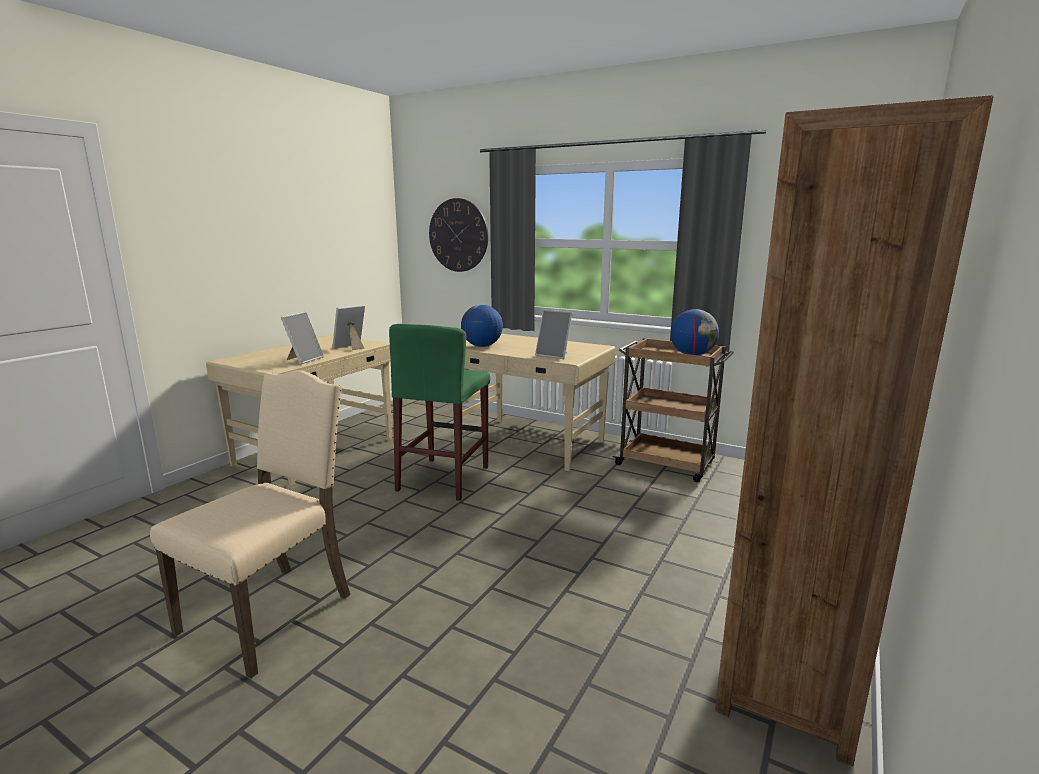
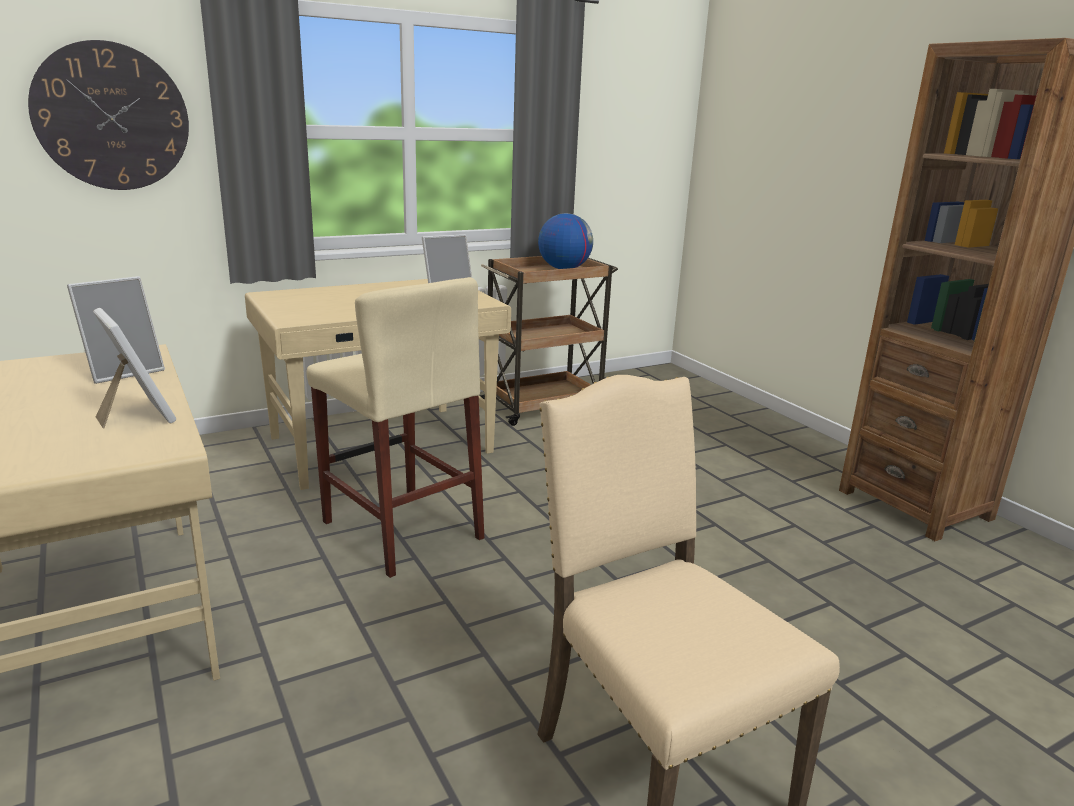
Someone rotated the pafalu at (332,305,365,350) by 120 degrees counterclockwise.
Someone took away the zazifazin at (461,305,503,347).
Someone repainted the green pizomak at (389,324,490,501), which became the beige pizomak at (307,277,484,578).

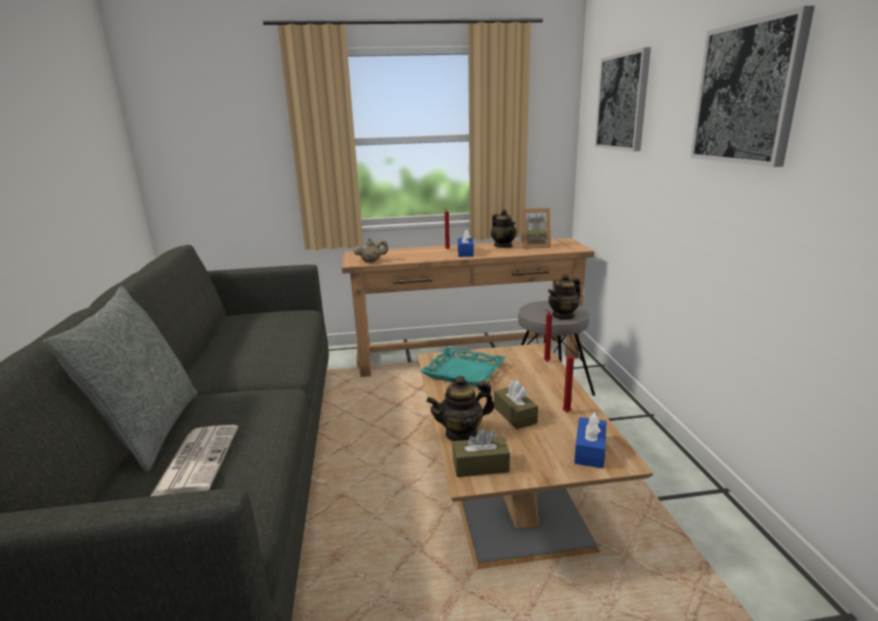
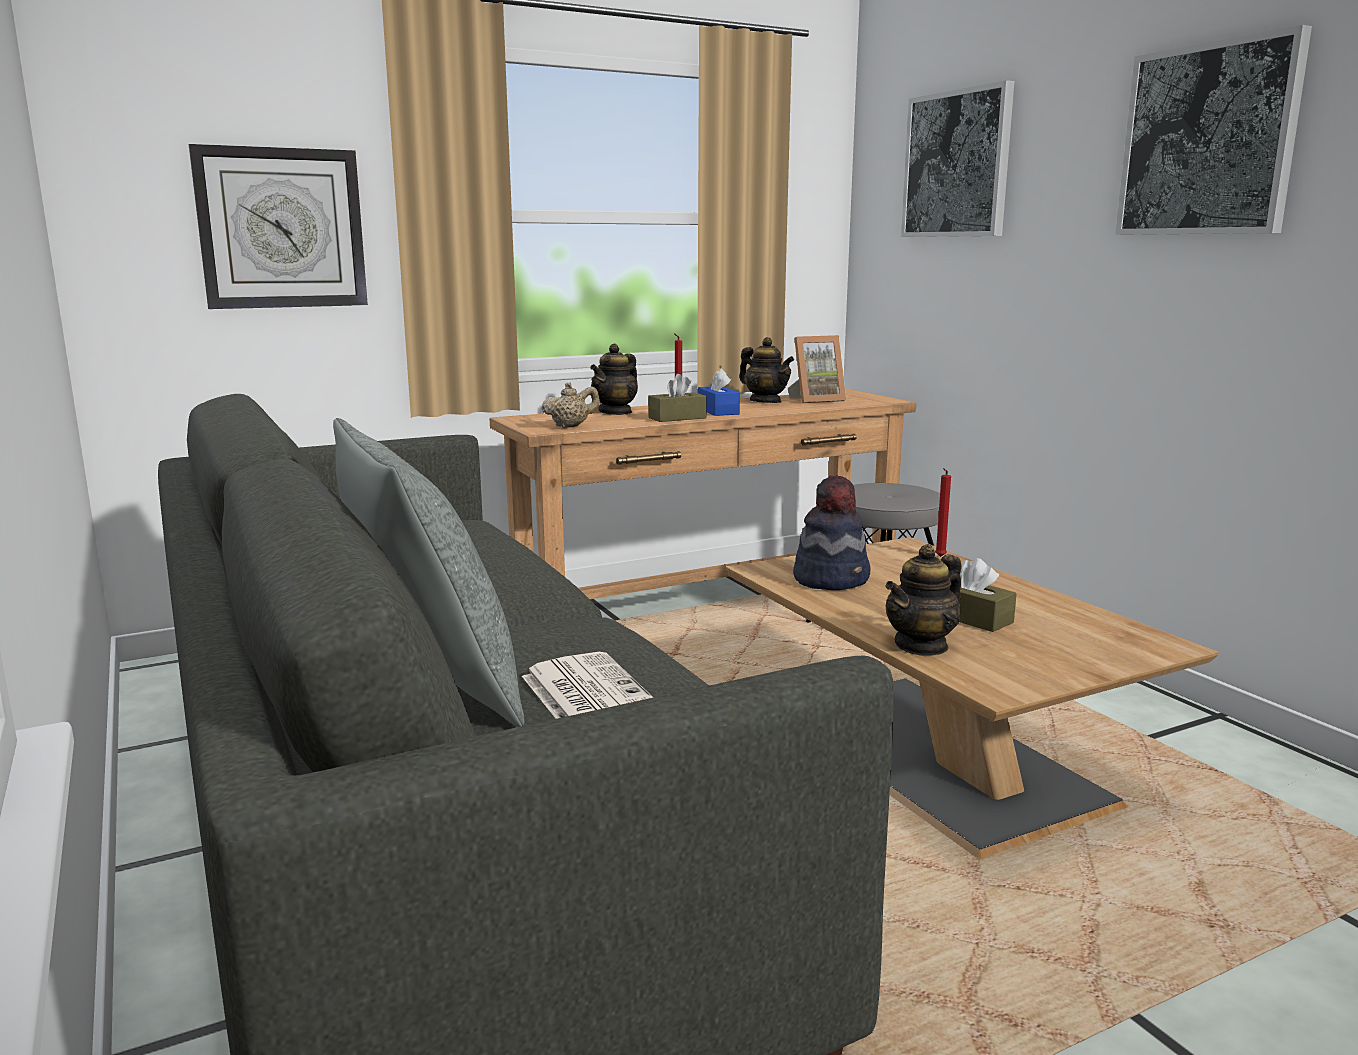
Someone carried the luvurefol from (548,274,580,320) to (590,343,638,415).
Someone swapped the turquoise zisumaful at (421,347,506,387) for the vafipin at (793,475,871,590).
Someone took away the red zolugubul at (563,347,574,412).
Someone took away the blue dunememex at (574,412,607,468).
Someone carried the brown dunememex from (452,429,510,477) to (648,374,707,422).
Someone put up the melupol at (189,144,368,309).

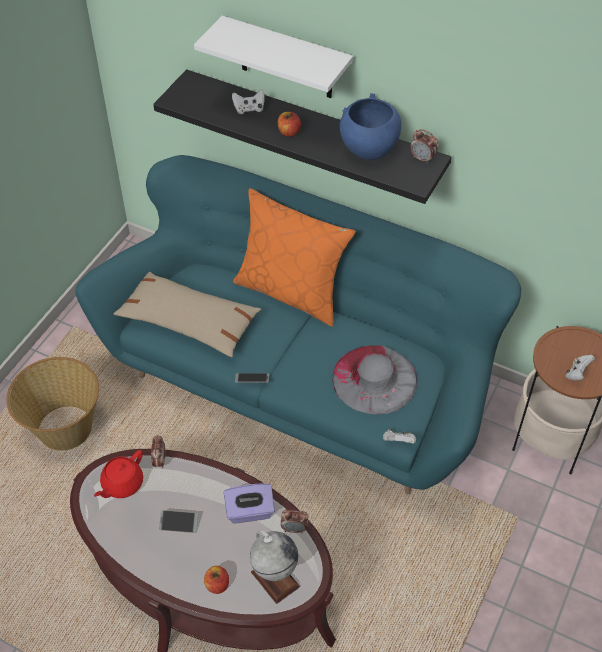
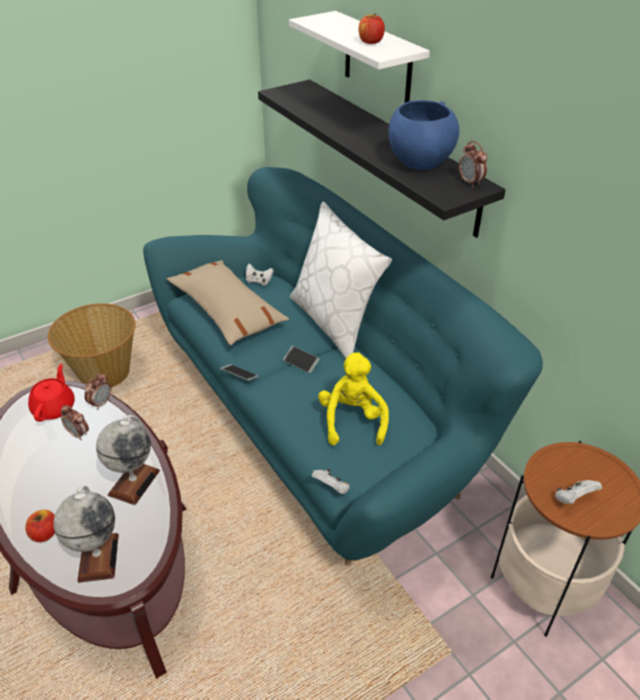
Someone carried the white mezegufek from (232,89,264,114) to (246,264,274,286).
Someone carried the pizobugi from (278,112,301,136) to (359,13,385,44).
Someone repainted the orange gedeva at (233,188,356,327), which became the white gedeva at (290,202,392,359).
Someone swapped the grey vafipin at (332,345,418,414) for the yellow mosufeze at (318,352,389,445).
Someone rotated the red luvurefol at (94,450,143,498) by 120 degrees clockwise.
Someone swapped the purple dunememex at (224,483,275,523) for the zazifazin at (96,415,160,505).
Someone carried the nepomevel from (159,510,198,533) to (283,346,320,373).
Someone carried the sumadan from (281,510,308,533) to (60,405,89,440).

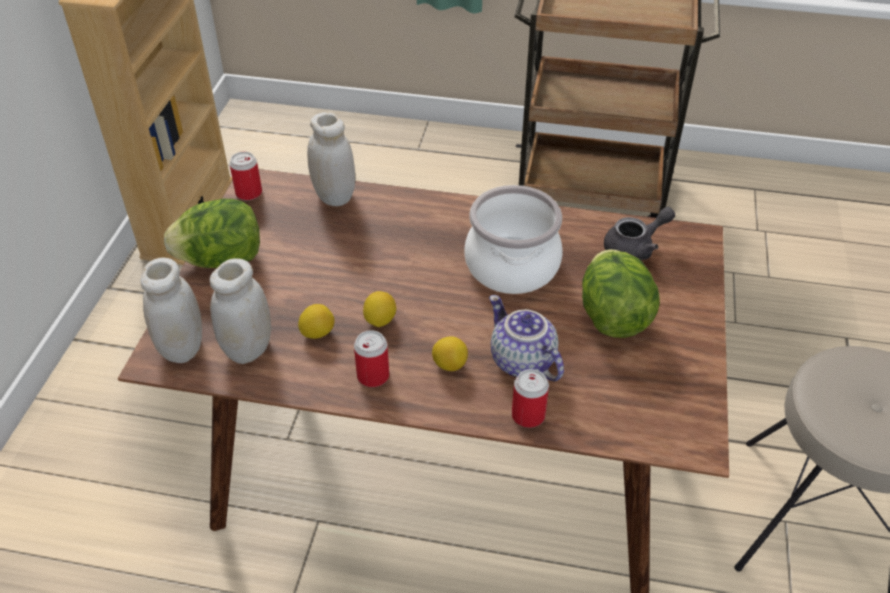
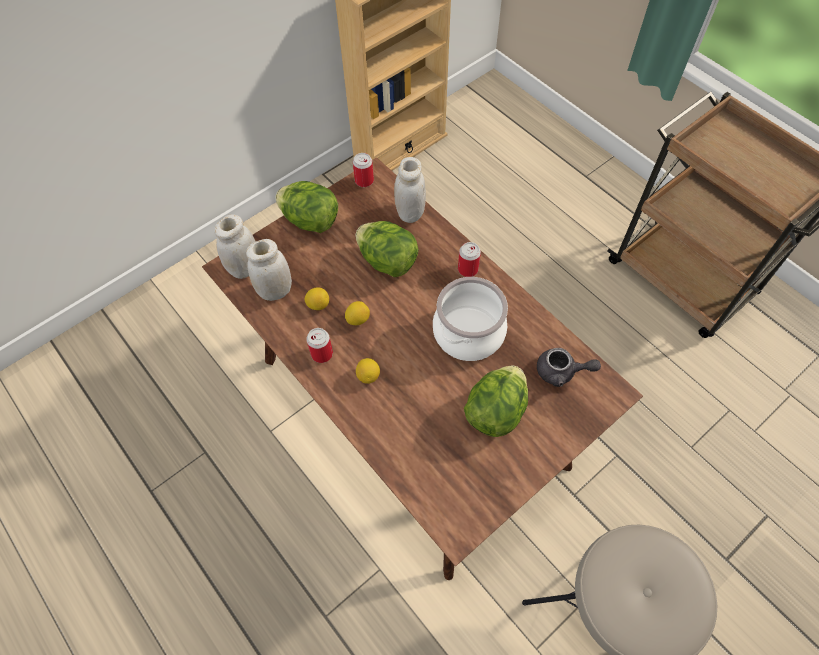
Someone took away the luvurefol at (489,295,564,381).
Someone carried the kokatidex from (512,369,549,428) to (458,242,481,277).
Someone put down the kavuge at (356,221,419,277).

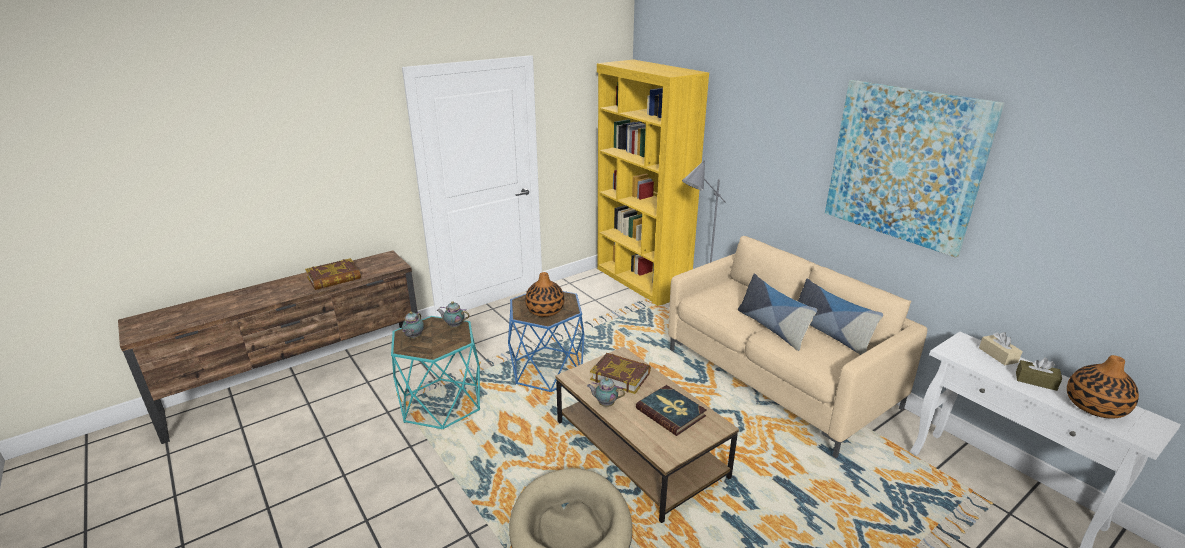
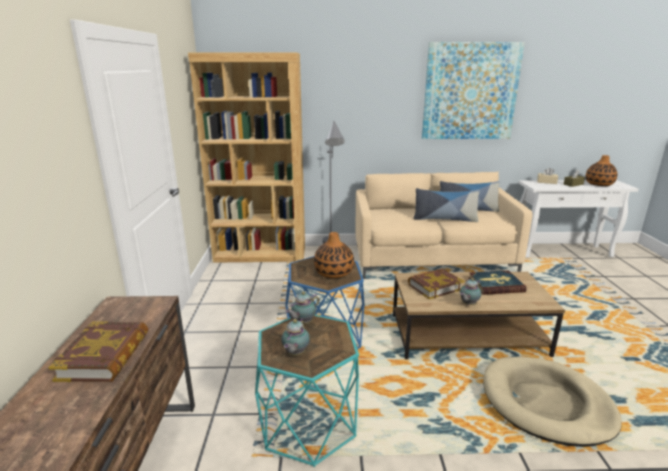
Someone repainted the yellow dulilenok at (597,60,709,306), which became the brown dulilenok at (188,53,305,263).
Someone rotated the luvurefol at (402,311,424,339) by 60 degrees clockwise.

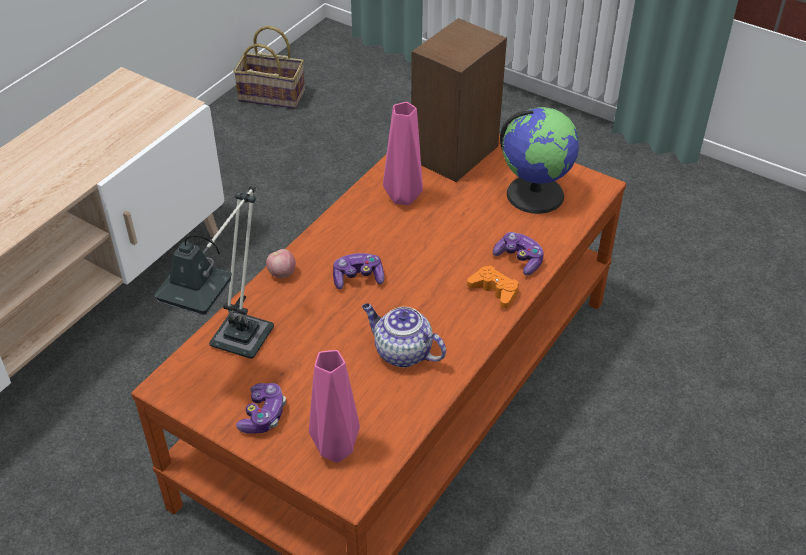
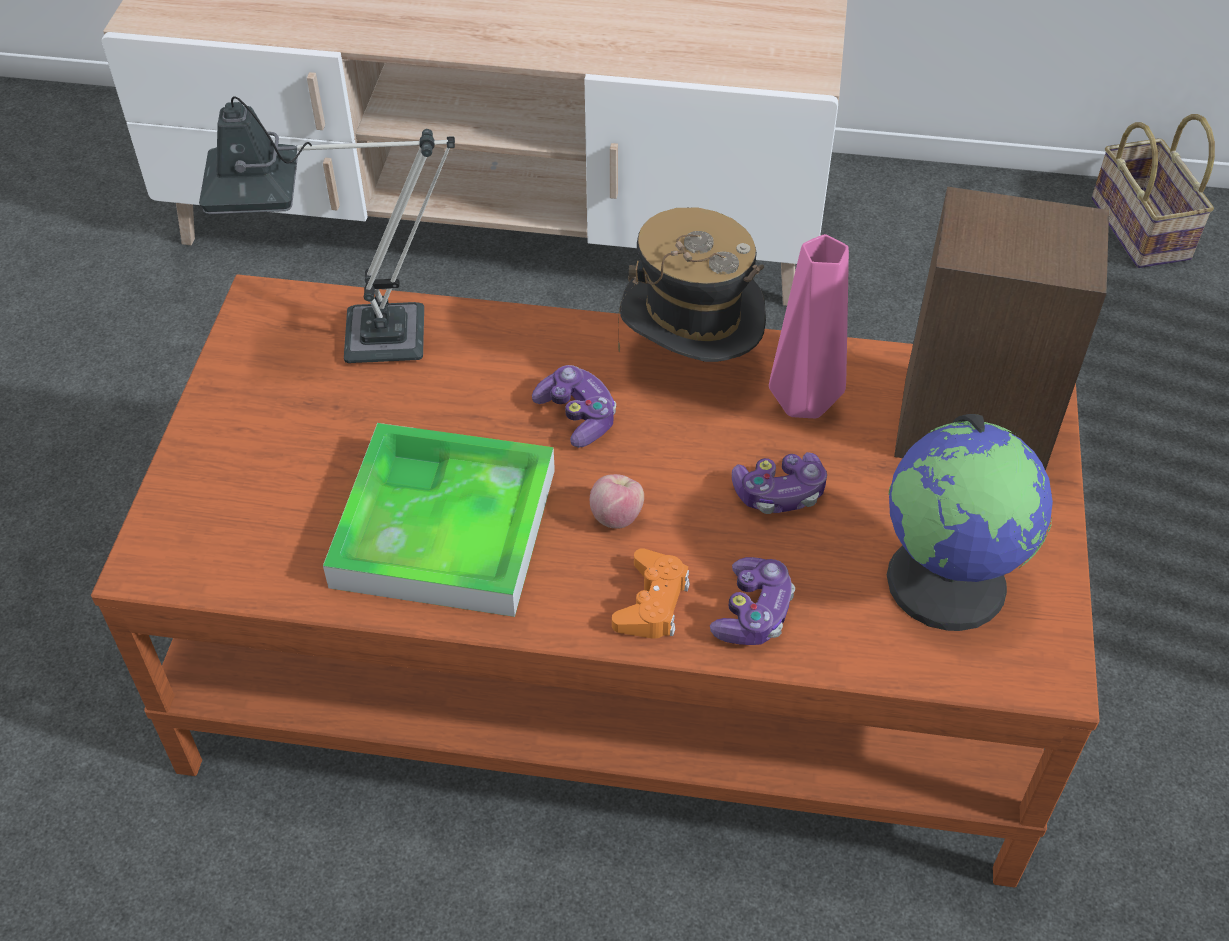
Someone carried the pizobugi from (266,249,296,278) to (590,474,644,529).
Someone swapped the luvurefol at (362,303,446,368) for the zisumaful at (323,423,555,617).
Someone took away the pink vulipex at (309,350,360,463).
Someone carried the mezegufek from (236,383,286,434) to (732,452,827,514).
Someone put down the vafipin at (618,208,766,362).

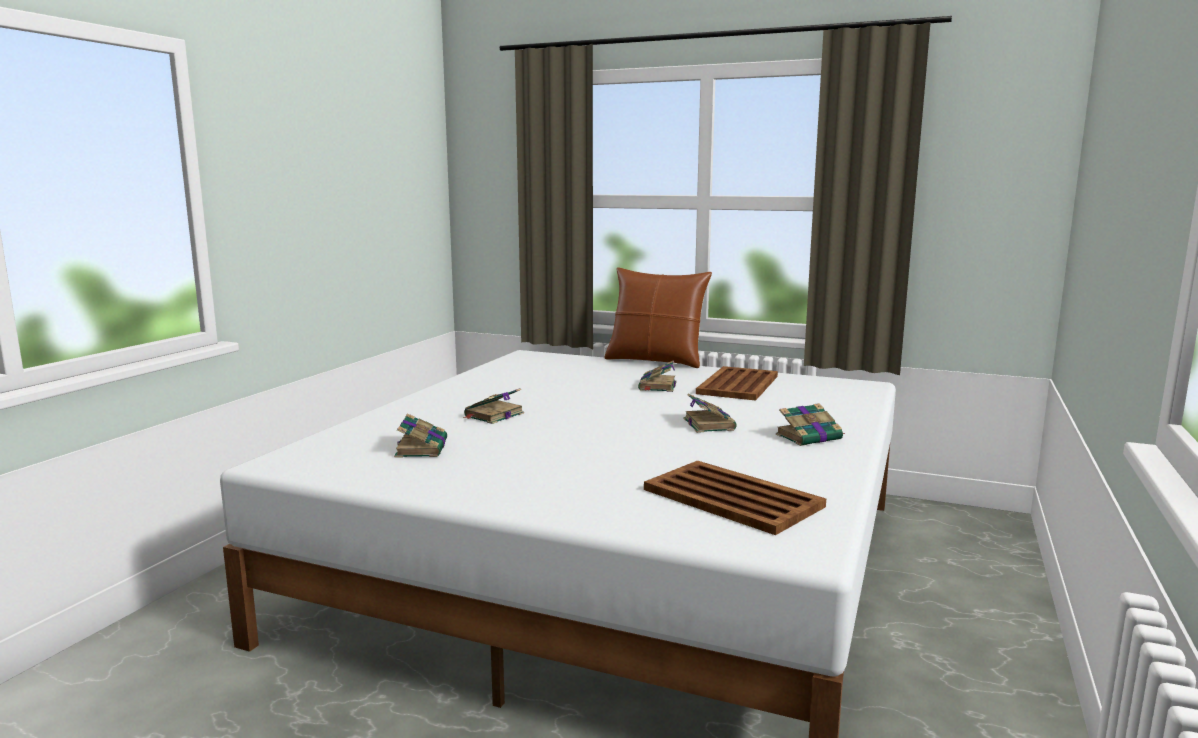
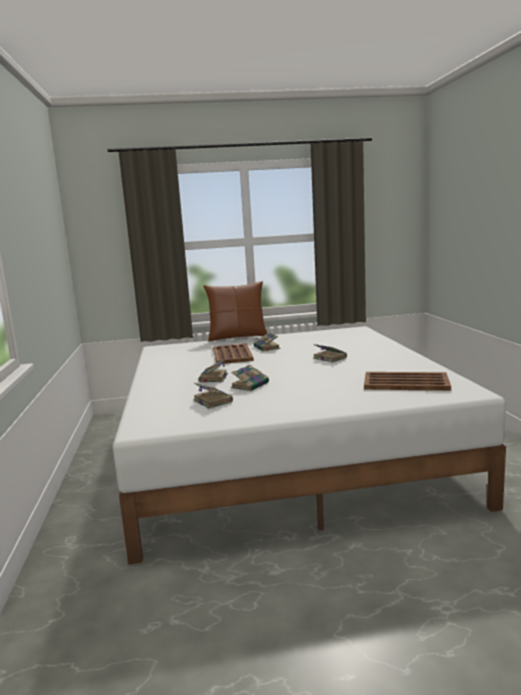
Someone carried the brown zisumaful from (696,366,778,401) to (213,343,254,364).
Someone carried the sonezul from (776,403,845,446) to (231,364,269,391).

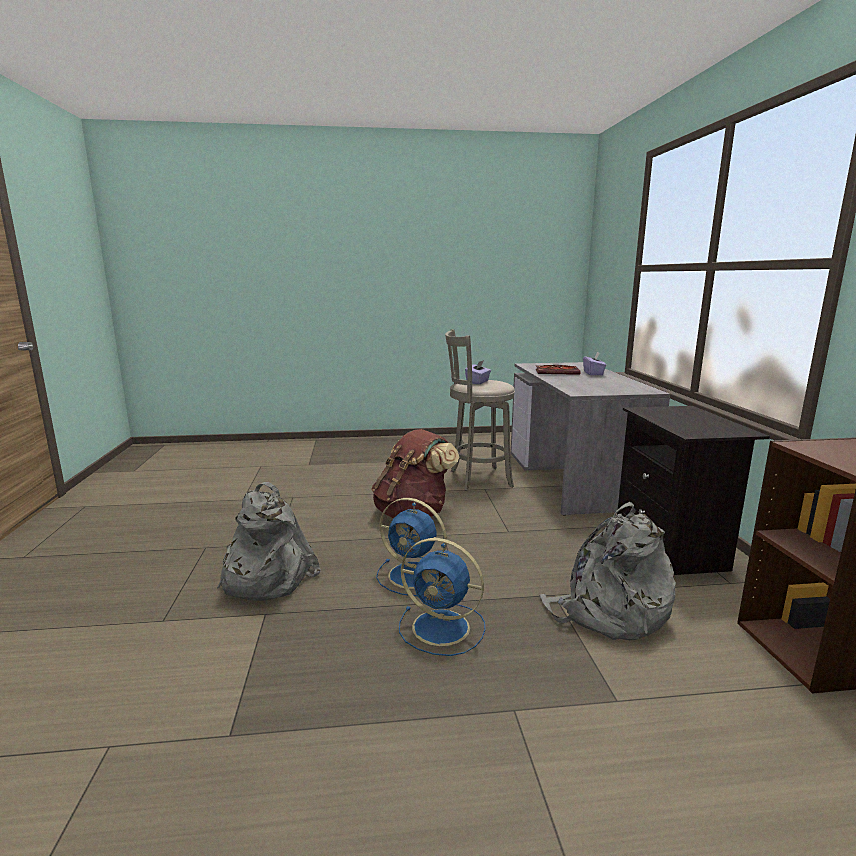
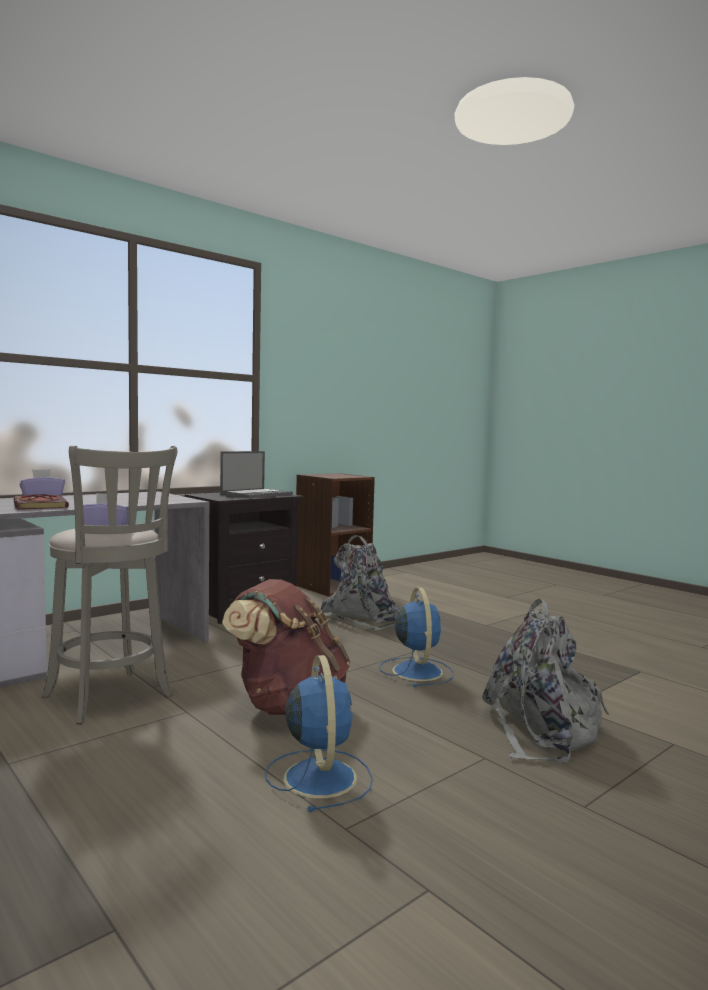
Someone carried the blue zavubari from (399,538,485,656) to (265,655,373,812).
Someone put down the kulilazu at (220,451,293,498).

